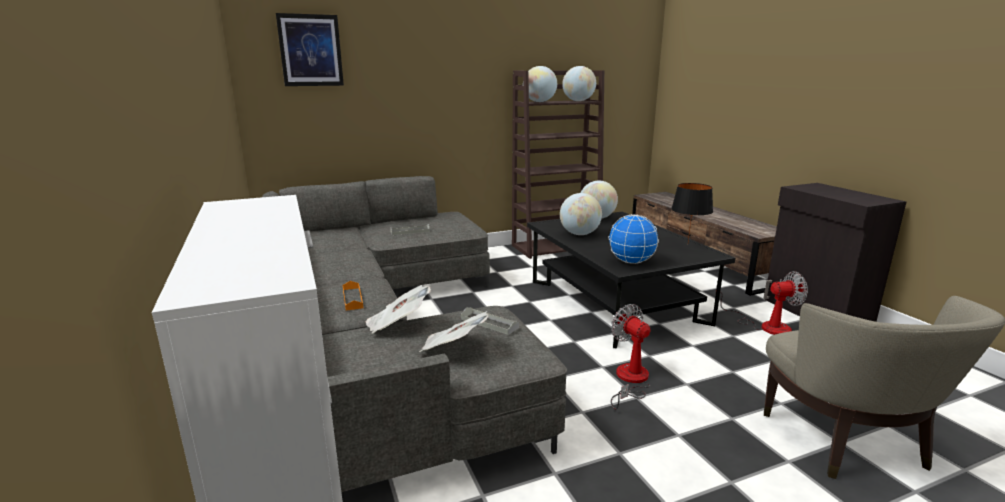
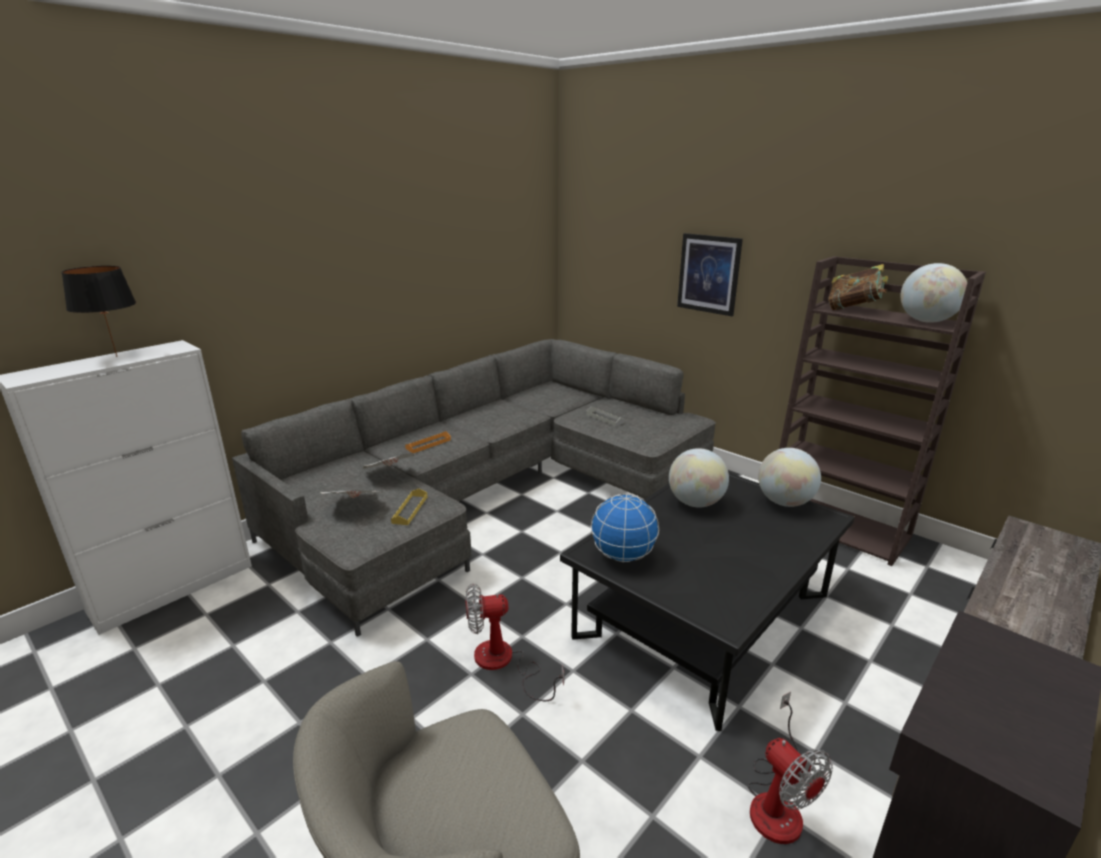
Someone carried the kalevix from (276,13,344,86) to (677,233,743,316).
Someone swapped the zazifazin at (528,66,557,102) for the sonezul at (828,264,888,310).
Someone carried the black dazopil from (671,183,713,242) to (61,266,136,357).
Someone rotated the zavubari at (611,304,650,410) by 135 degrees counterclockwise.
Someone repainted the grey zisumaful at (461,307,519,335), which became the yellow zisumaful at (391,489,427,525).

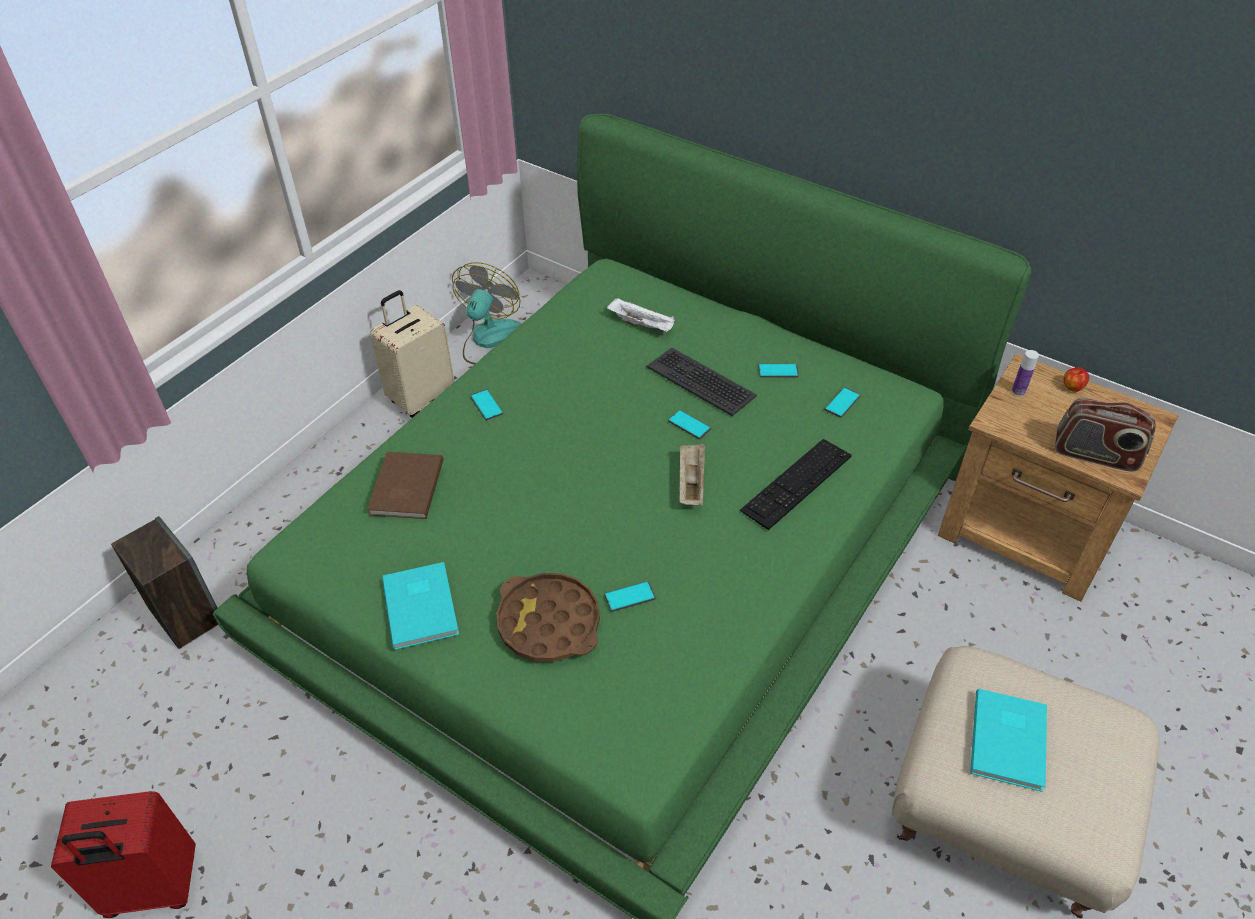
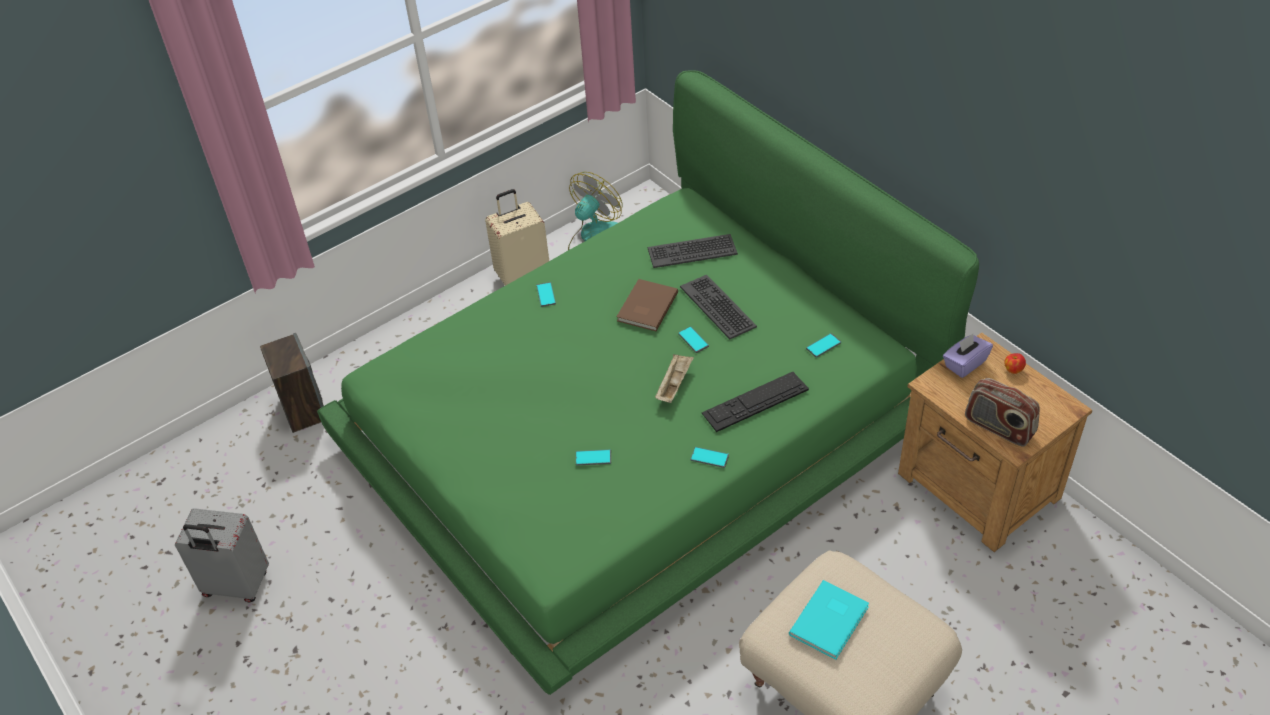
Someone swapped the white zisumaful at (607,298,675,332) for the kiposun at (648,234,738,268).
Someone swapped the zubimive at (1012,350,1039,396) for the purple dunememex at (943,334,993,378).
Someone carried the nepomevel from (758,364,799,378) to (691,447,729,468).
Someone carried the brown sonezul from (367,452,444,519) to (616,279,678,331).
Someone took away the turquoise sonezul at (382,562,459,650).
Someone took away the brown zisumaful at (496,573,600,662).
Someone repainted the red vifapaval at (51,791,196,918), which became the grey vifapaval at (175,508,269,603).

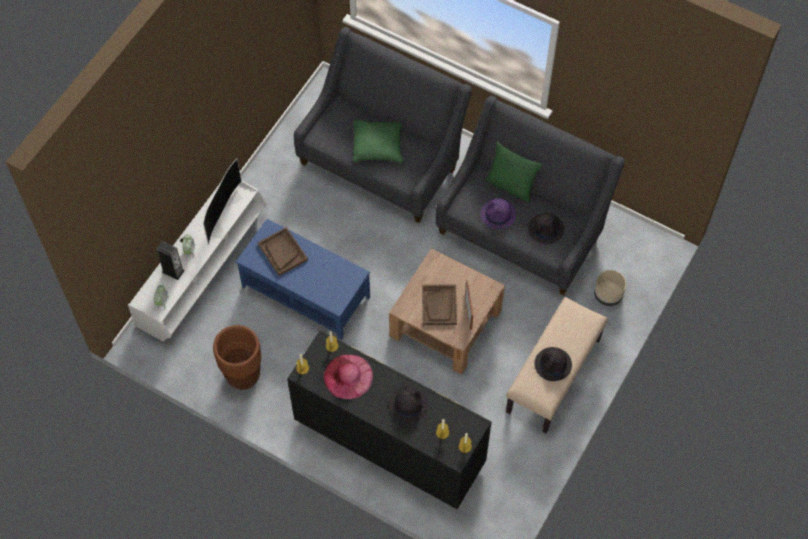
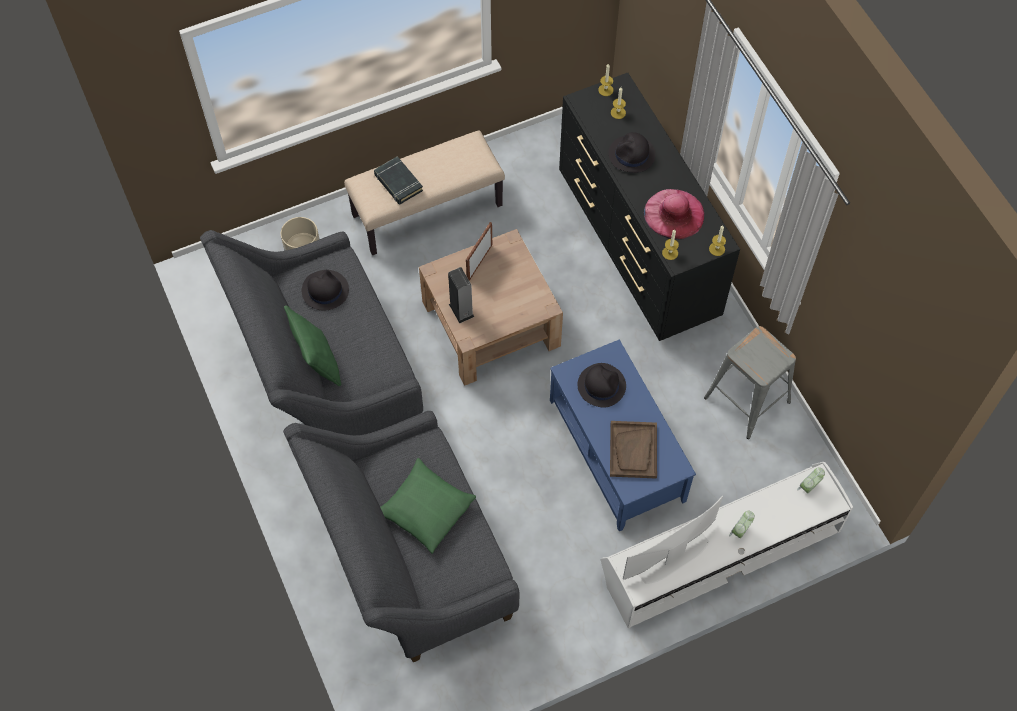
Someone took away the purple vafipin at (481,198,516,229).
Someone carried the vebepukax from (157,241,185,280) to (448,267,474,324).
Someone took away the brown zisumaful at (422,285,457,325).
Someone swapped the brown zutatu at (213,325,261,390) for the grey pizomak at (704,326,796,439).
Someone carried the black vafipin from (534,347,572,381) to (578,363,626,408).
Someone put down the black sonezul at (374,156,423,205).

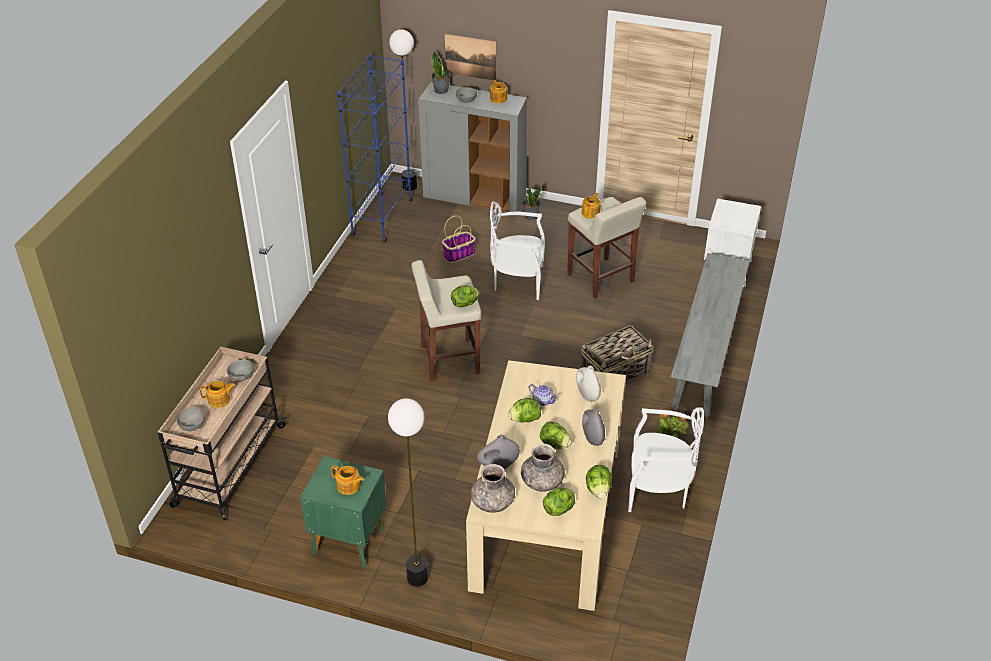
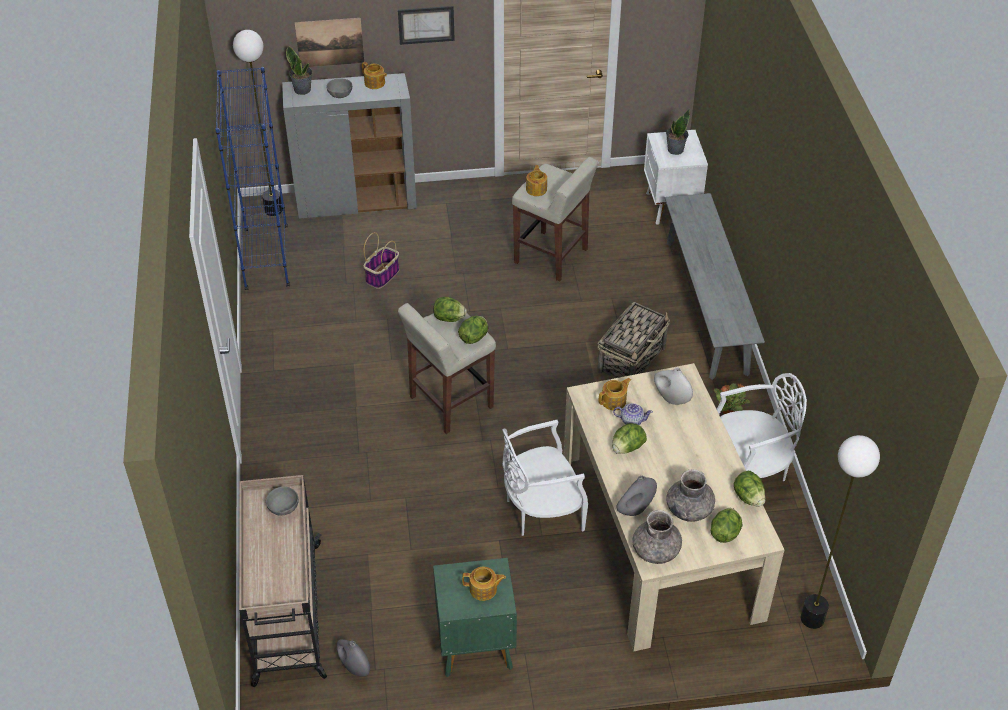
Someone carried the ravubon from (522,184,541,220) to (666,109,690,155).
Someone carried the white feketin from (490,201,545,300) to (502,420,588,536).
Someone carried the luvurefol from (200,381,235,408) to (599,378,631,410).
Someone carried the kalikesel from (388,398,428,587) to (801,435,880,629).
Someone took away the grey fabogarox at (176,407,205,431).
Someone carried the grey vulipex from (582,409,605,446) to (337,639,370,677).
Someone carried the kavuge from (540,422,572,449) to (434,297,467,322).
Someone put up the kalevix at (398,6,455,45).

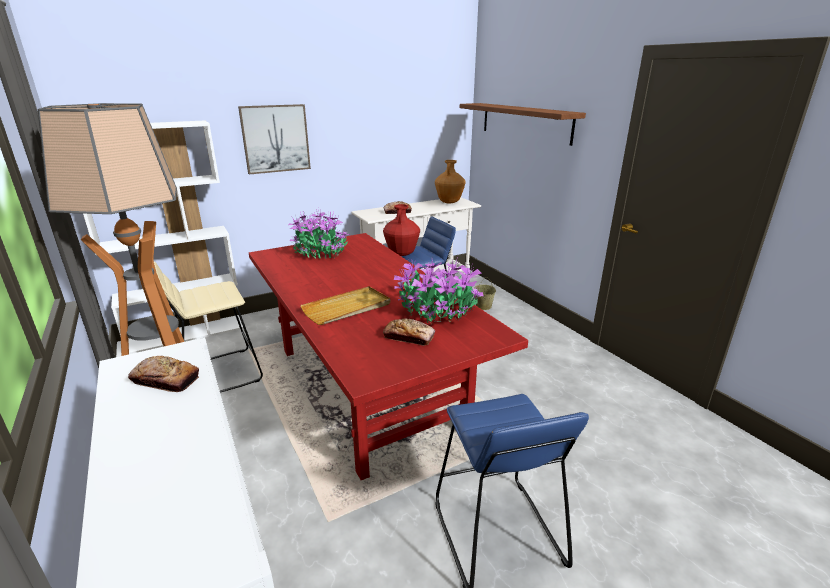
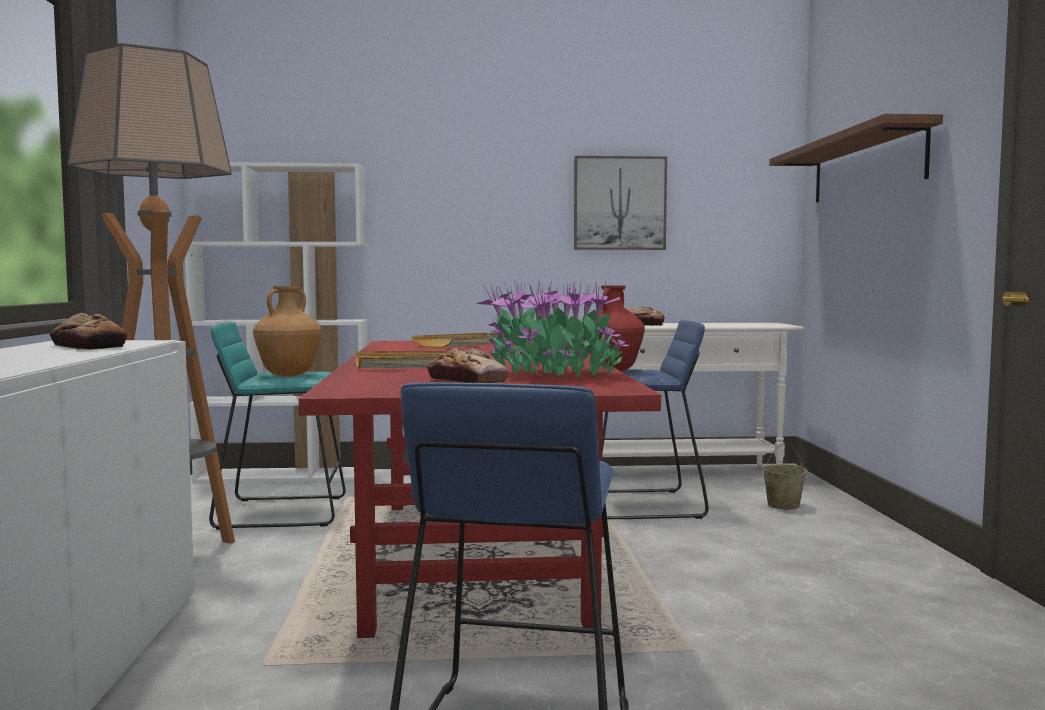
Someone carried the kalevix from (238,104,311,174) to (574,156,667,250).
Someone carried the brown vulipex from (435,160,466,204) to (253,286,322,377).
Someone swapped the ravubon at (288,209,349,259) for the beige zisumaful at (412,333,506,347).
Someone repainted the beige pizomak at (154,261,263,393), which became the turquoise pizomak at (209,322,346,530).

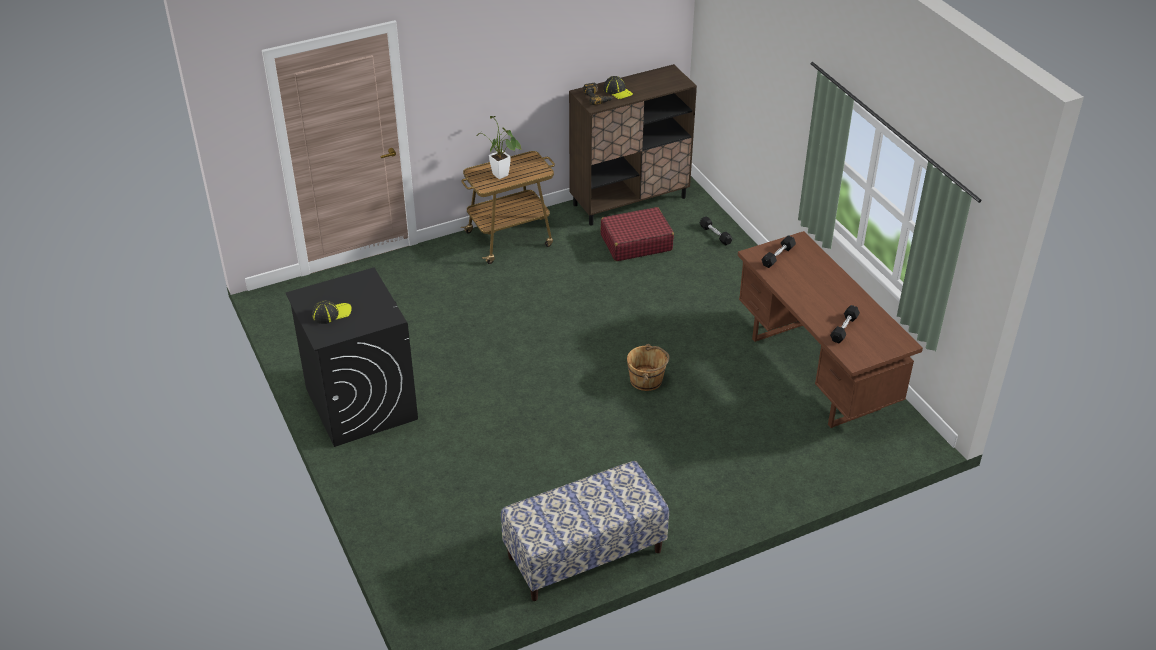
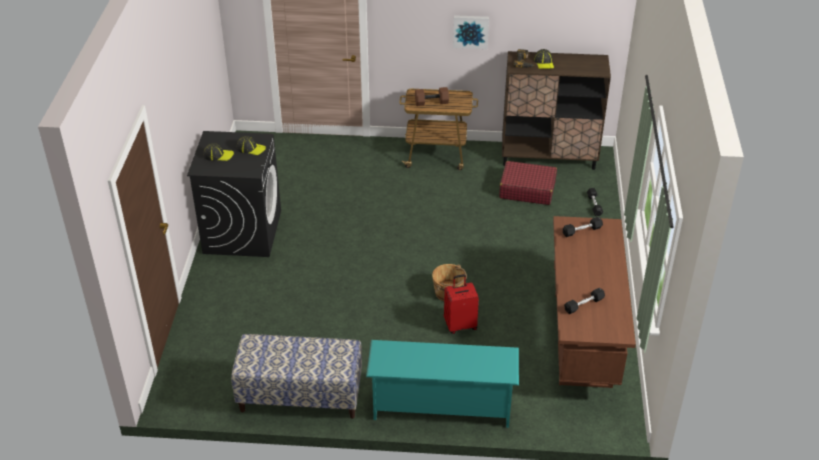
Someone swapped the ravubon at (476,116,521,179) for the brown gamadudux at (415,87,449,106).
Someone put up the kalevix at (453,15,489,49).
Someone put down the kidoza at (237,136,266,155).
Someone put down the red vifapaval at (444,274,479,334).
Someone put down the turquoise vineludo at (366,340,519,428).

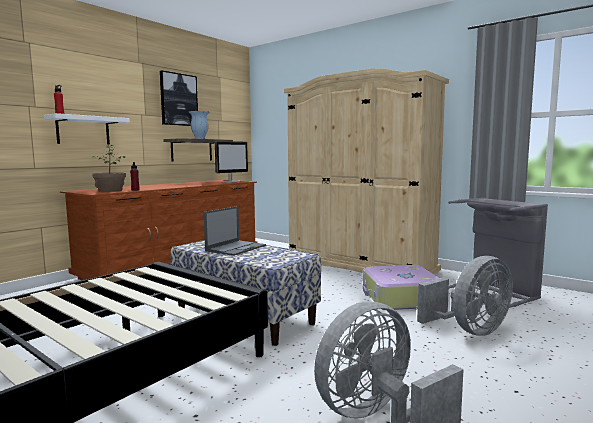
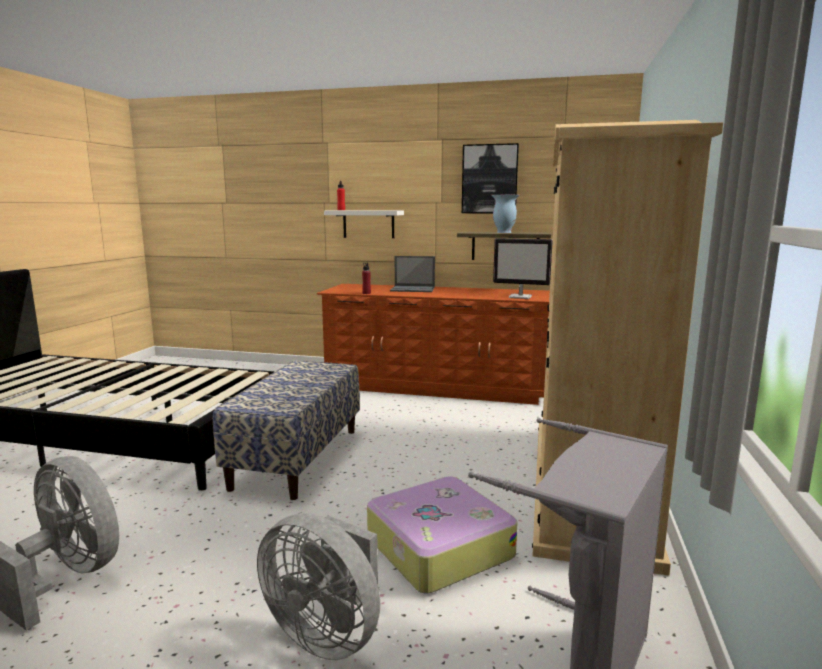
Someone took away the ravubon at (92,145,126,192).
Someone carried the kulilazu from (204,206,266,256) to (390,256,435,292).

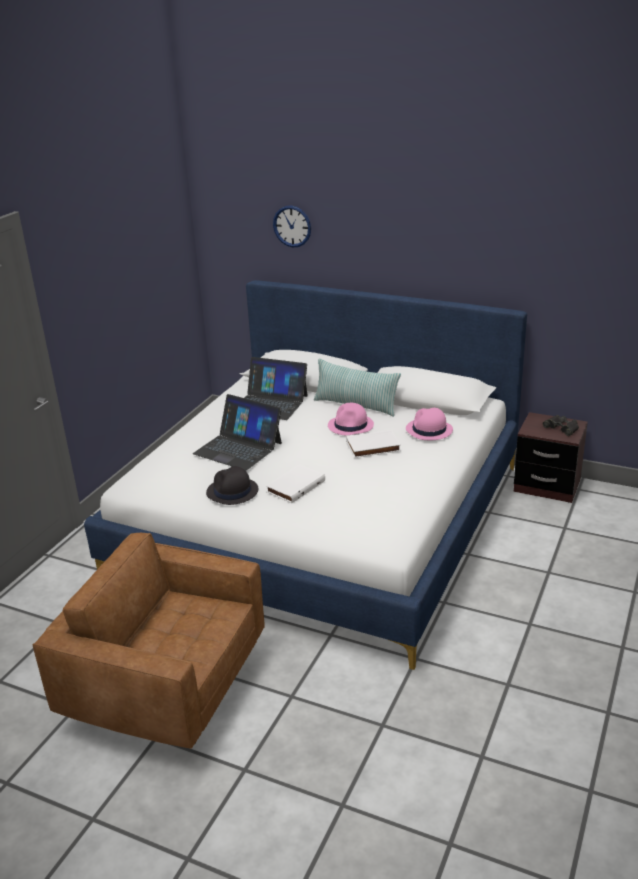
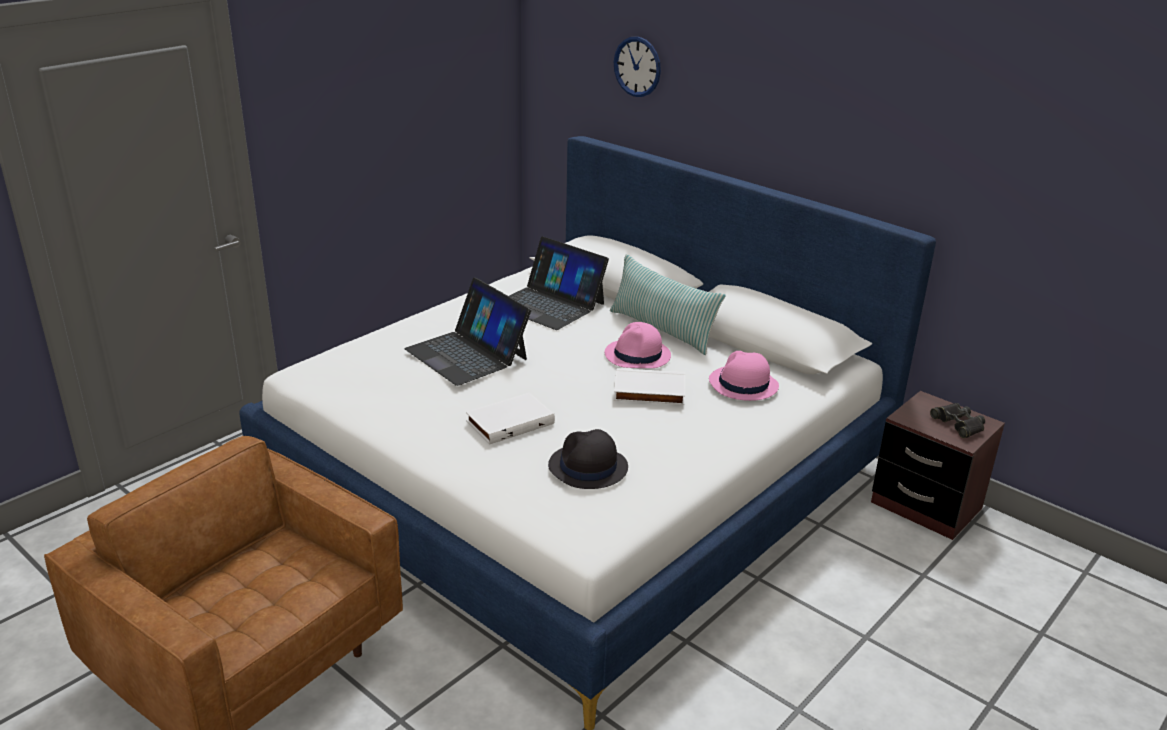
Someone carried the black vafipin from (206,466,258,505) to (548,429,628,489).

